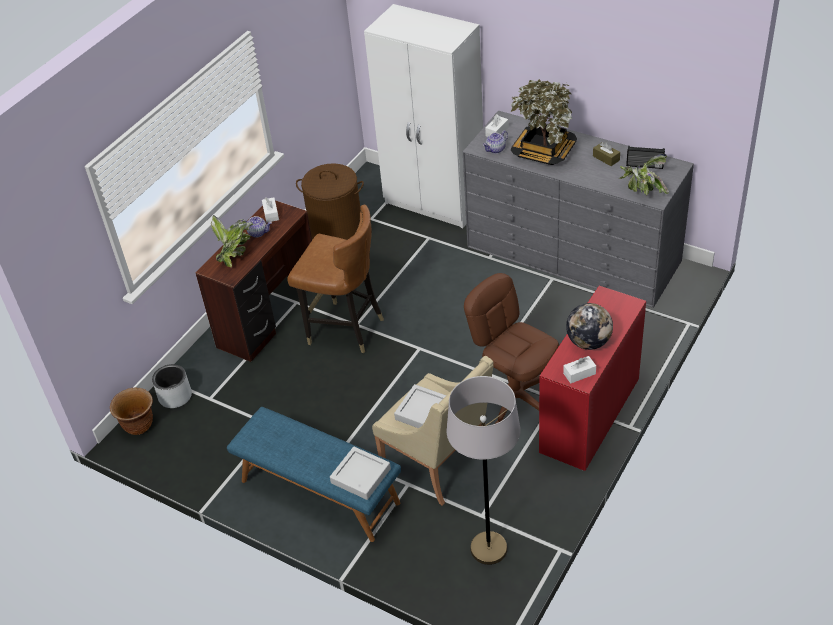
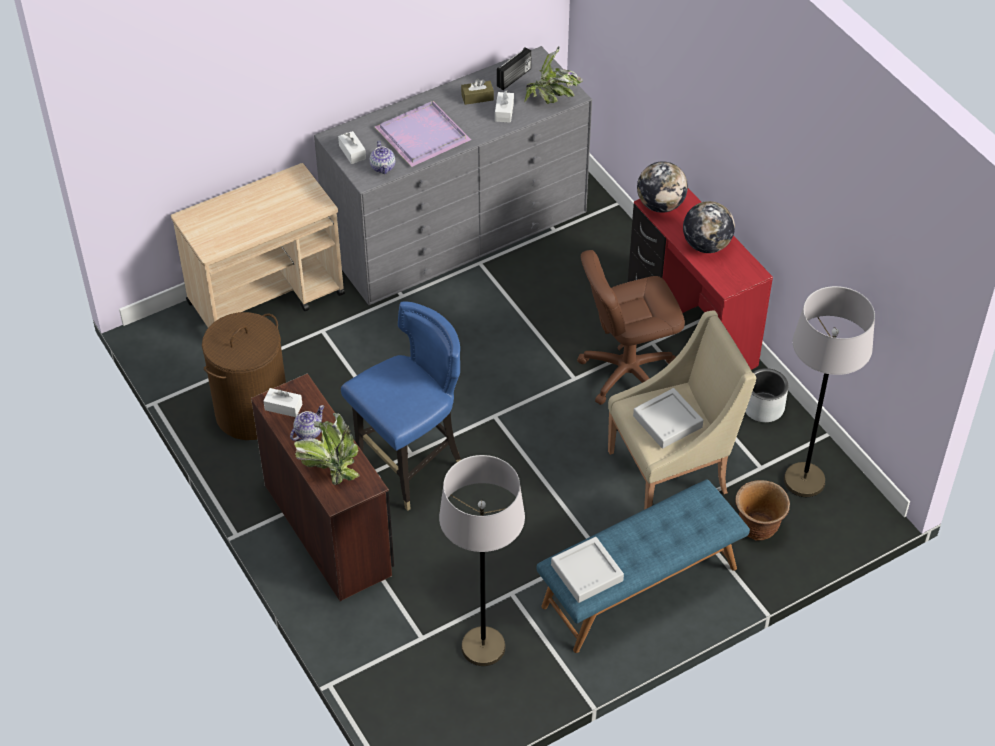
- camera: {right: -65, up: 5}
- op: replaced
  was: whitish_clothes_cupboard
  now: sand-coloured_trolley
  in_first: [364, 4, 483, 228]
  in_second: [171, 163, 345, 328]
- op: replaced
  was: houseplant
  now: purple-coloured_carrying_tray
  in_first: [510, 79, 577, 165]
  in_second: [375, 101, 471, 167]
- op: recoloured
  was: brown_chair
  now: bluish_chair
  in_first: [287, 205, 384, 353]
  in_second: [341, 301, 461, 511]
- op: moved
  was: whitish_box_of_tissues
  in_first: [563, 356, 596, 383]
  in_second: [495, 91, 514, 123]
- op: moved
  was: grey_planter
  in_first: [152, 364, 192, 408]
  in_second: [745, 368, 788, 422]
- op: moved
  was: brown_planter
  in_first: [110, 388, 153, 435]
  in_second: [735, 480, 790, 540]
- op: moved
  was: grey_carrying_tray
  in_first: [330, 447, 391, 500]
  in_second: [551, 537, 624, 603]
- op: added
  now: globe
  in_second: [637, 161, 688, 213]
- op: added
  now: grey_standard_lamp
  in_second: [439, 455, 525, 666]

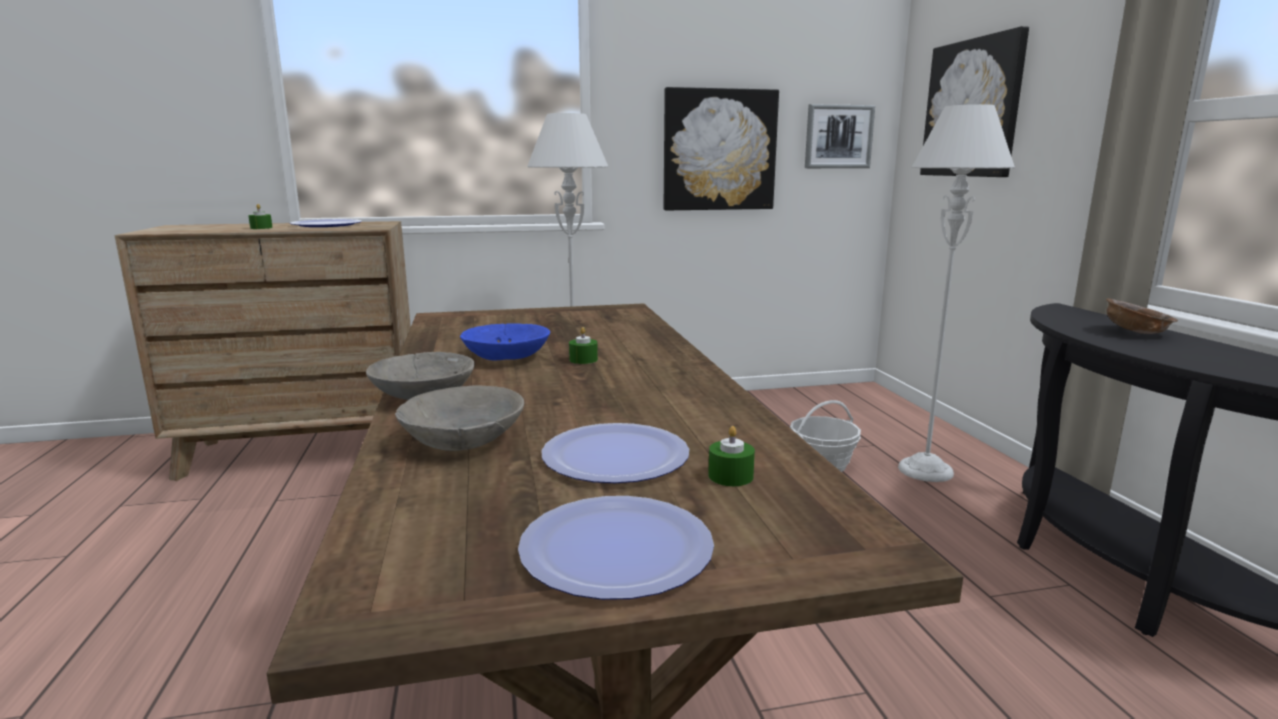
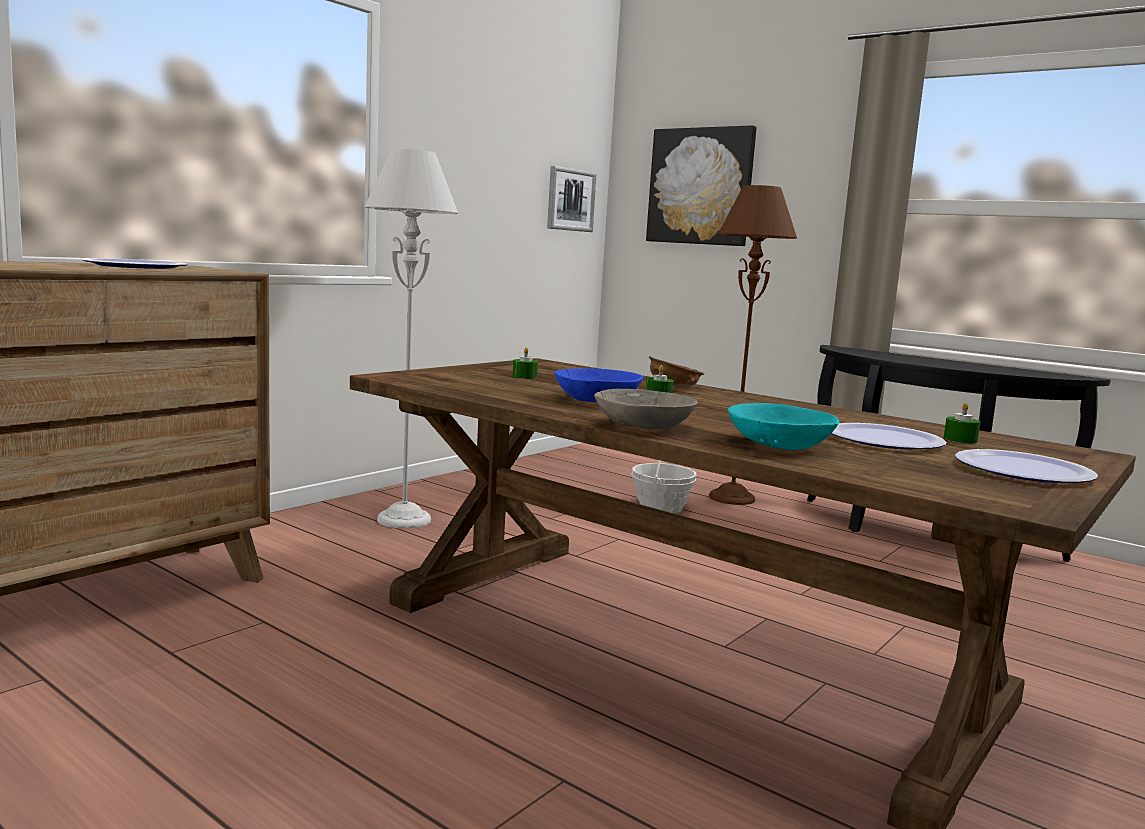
- camera: {right: -40, up: -5}
- op: removed
  was: picture
  in_first: [664, 87, 779, 210]
- op: recoloured
  was: grey_standard_lamp
  now: brown_standard_lamp
  in_first: [898, 104, 1015, 482]
  in_second: [709, 185, 797, 505]
- op: moved
  was: green-coloured_wax_candle
  in_first: [248, 204, 273, 229]
  in_second: [513, 347, 538, 379]
- op: moved
  was: brown_serving_bowl
  in_first: [1106, 298, 1178, 334]
  in_second: [649, 356, 705, 387]
- op: recoloured
  was: grey_serving_bowl
  now: blue-green_serving_bowl
  in_first: [395, 385, 524, 451]
  in_second: [728, 403, 840, 450]

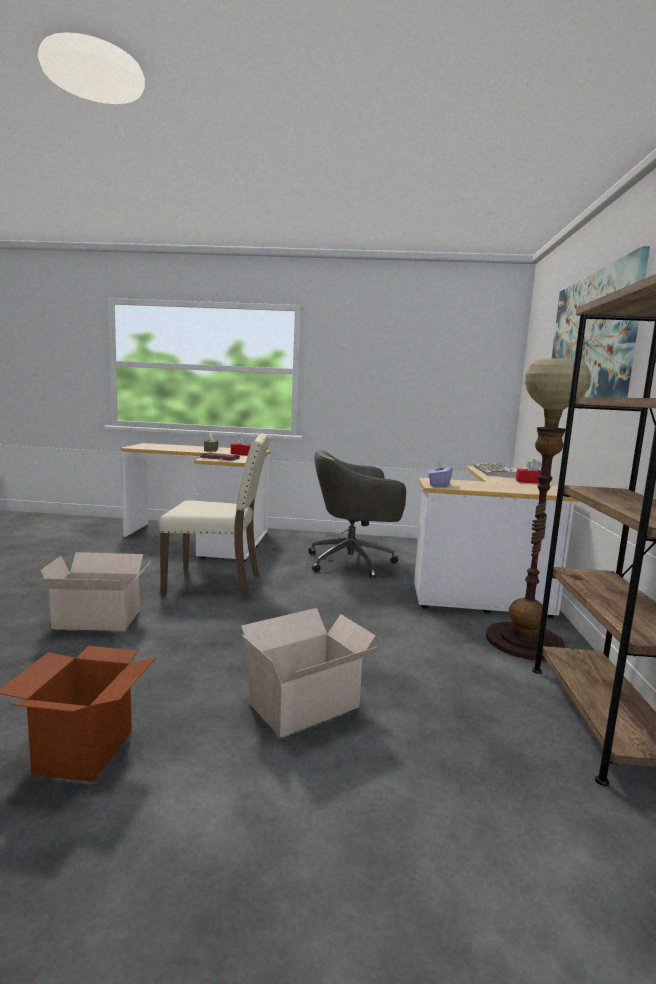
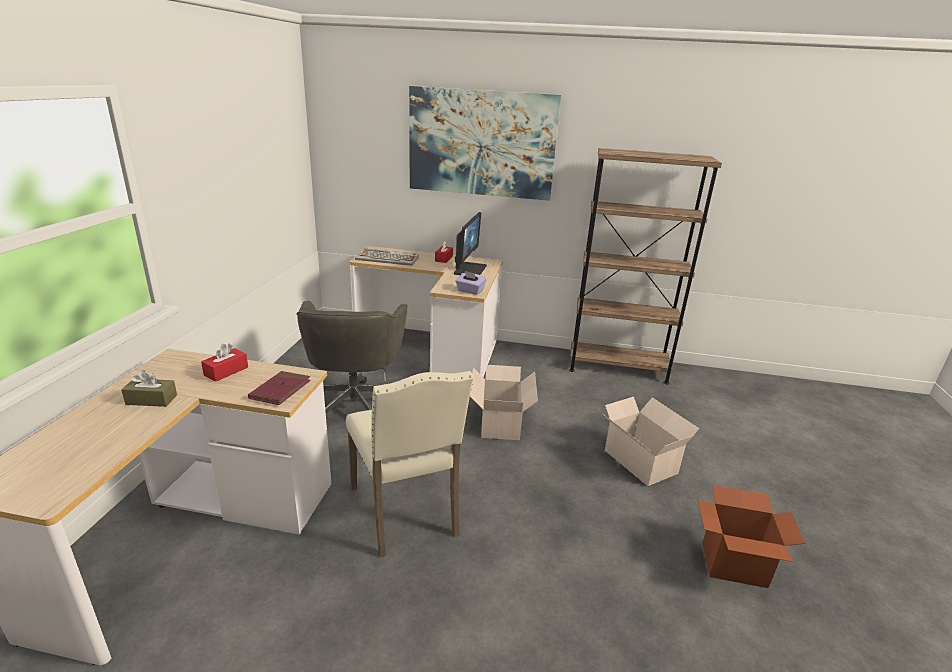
- camera: {right: -85, up: 15}
- op: removed
  was: standard_lamp
  in_first: [486, 358, 591, 661]
- op: turned
  was: sand-coloured_chair
  in_first: [158, 433, 271, 597]
  in_second: [346, 371, 474, 557]
  clockwise: 150
- op: moved
  was: packing_box
  in_first: [40, 552, 151, 631]
  in_second: [470, 365, 538, 440]
- op: added
  now: computer_display
  in_second: [454, 212, 487, 275]

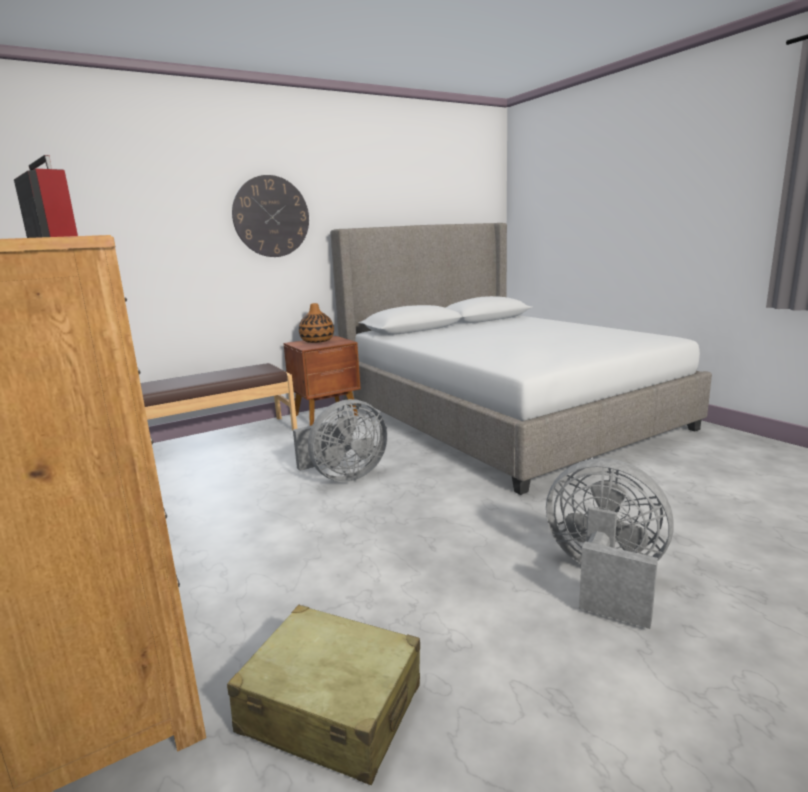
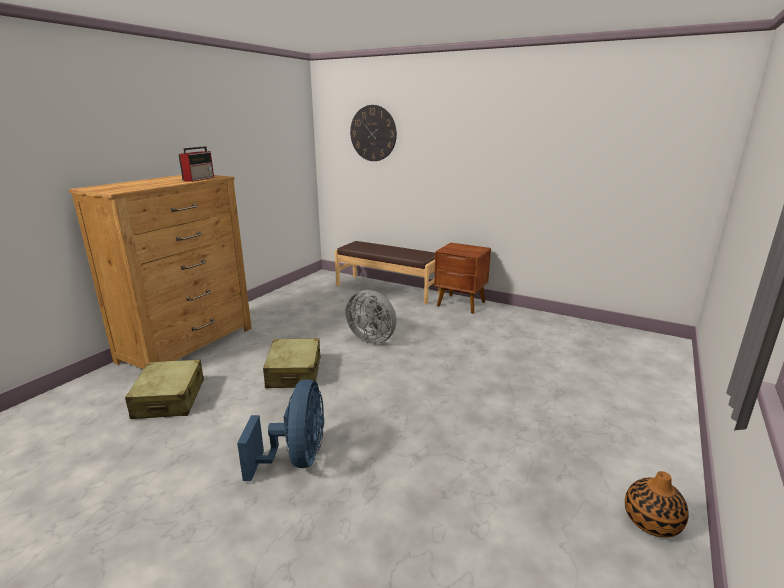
- camera: {right: 60, up: 5}
- op: moved
  was: hanging_clock
  in_first: [232, 175, 309, 257]
  in_second: [350, 105, 397, 161]
- op: removed
  was: sleeping_bed
  in_first: [330, 223, 712, 495]
- op: moved
  was: vase
  in_first: [299, 303, 334, 343]
  in_second: [625, 471, 689, 538]
- op: recoloured
  was: grey_fan
  now: bluish_fan
  in_first: [546, 458, 674, 629]
  in_second: [237, 379, 324, 481]
- op: added
  now: sand-coloured_suitcase
  in_second: [263, 338, 320, 388]

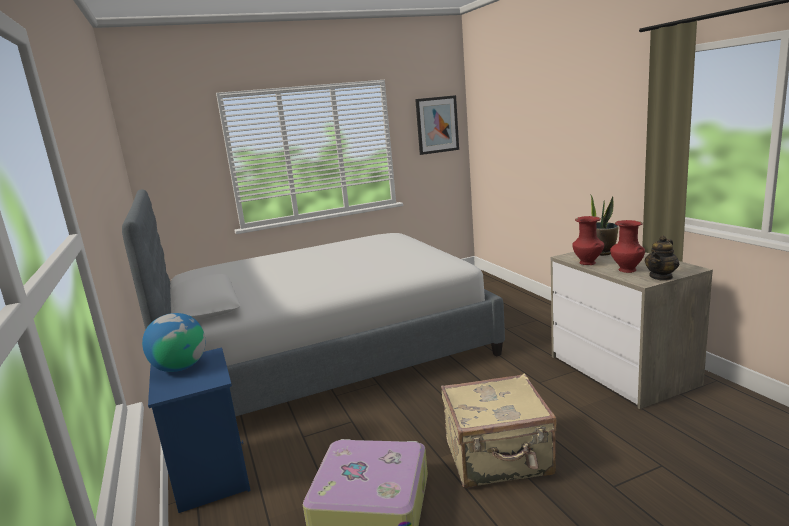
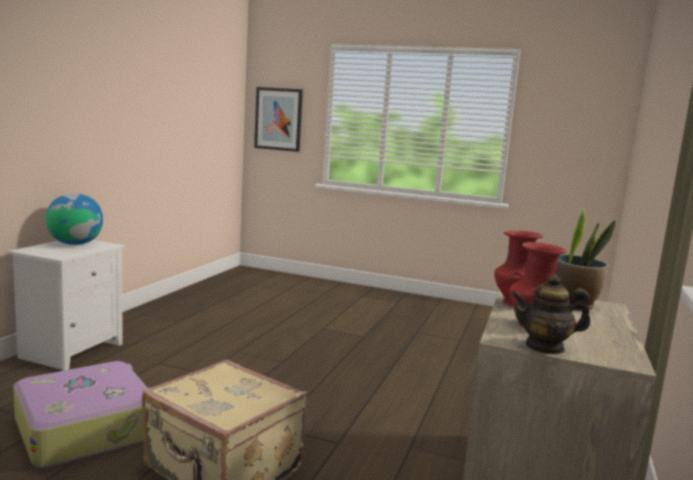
- camera: {right: 40, up: -5}
- op: moved
  was: picture
  in_first: [415, 95, 459, 155]
  in_second: [254, 87, 303, 152]
- op: removed
  was: sleeping_bed
  in_first: [122, 189, 505, 416]
- op: recoloured
  was: bluish_night_table
  now: whitish_night_table
  in_first: [148, 347, 251, 513]
  in_second: [8, 240, 125, 371]

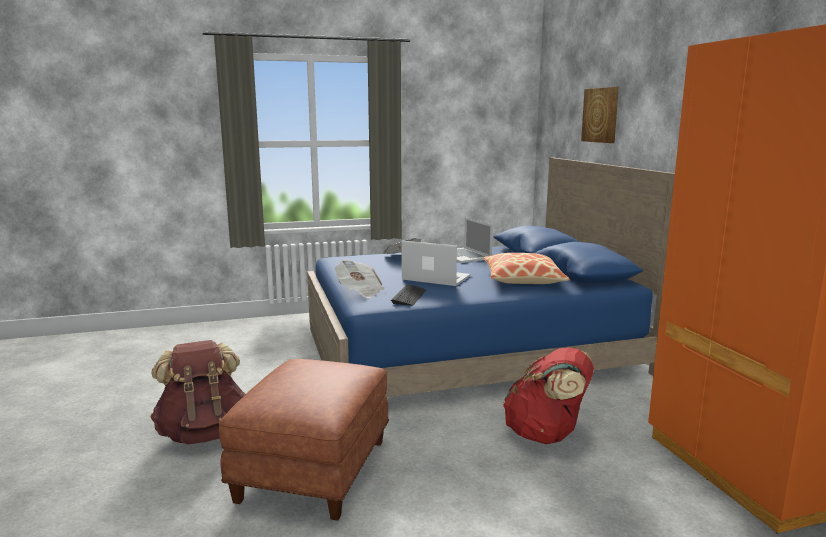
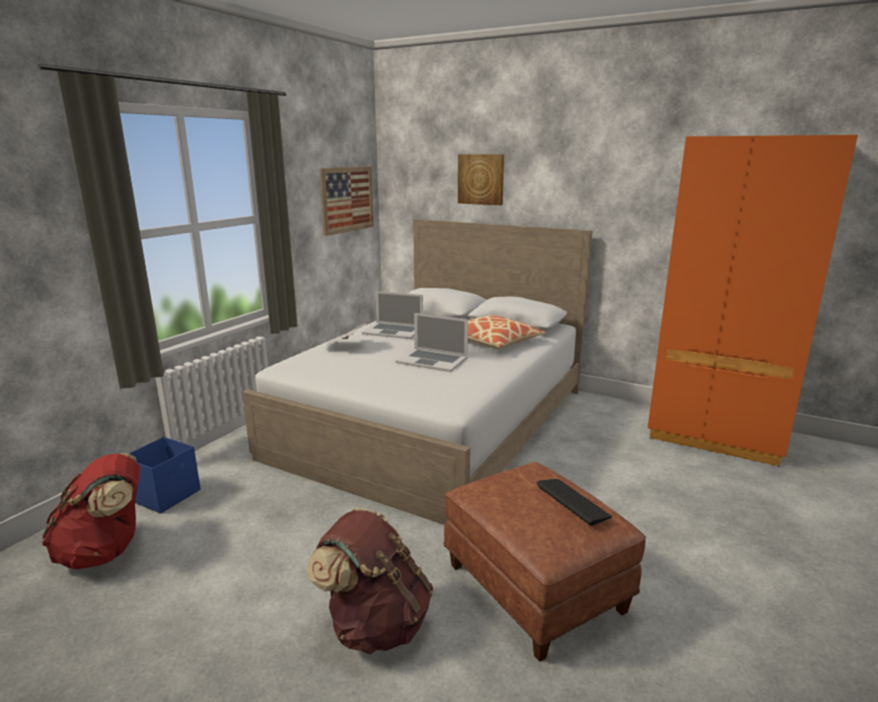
- camera: {right: -45, up: 5}
- op: recoloured
  was: bluish_sleeping_bed
  now: whitish_sleeping_bed
  in_first: [307, 158, 675, 397]
  in_second: [242, 219, 592, 525]
- op: turned
  was: notebook_computer
  in_first: [401, 240, 470, 286]
  in_second: [395, 313, 468, 372]
  clockwise: -135
- op: removed
  was: printed_paper
  in_first: [335, 260, 385, 298]
- op: moved
  was: computer_keyboard
  in_first: [391, 284, 426, 306]
  in_second: [536, 479, 612, 526]
- op: moved
  was: red-coloured_rucksack
  in_first: [503, 347, 594, 444]
  in_second: [42, 453, 140, 569]
- op: added
  now: picture
  in_second: [319, 166, 374, 236]
- op: added
  now: bluish_storage_box
  in_second: [129, 437, 200, 514]

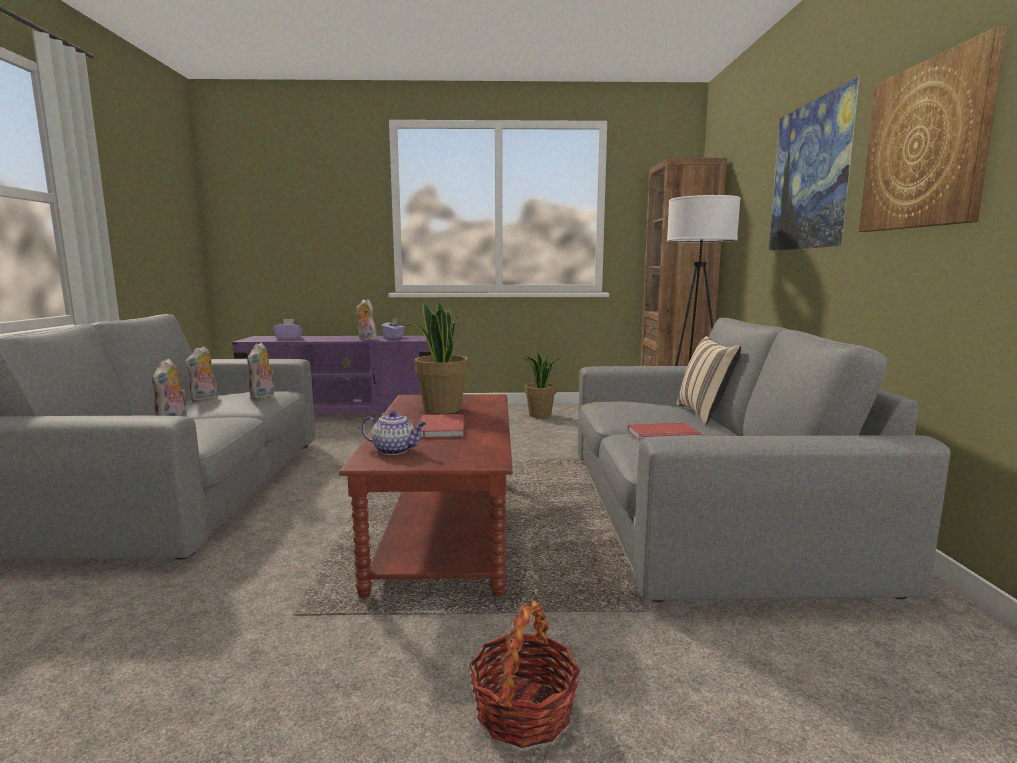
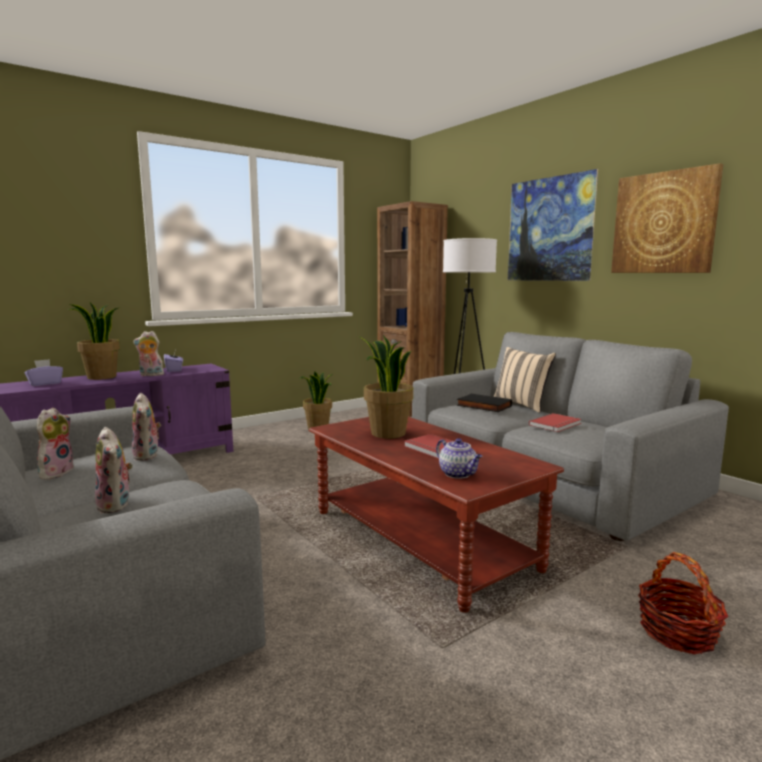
- camera: {right: -35, up: 0}
- op: turned
  was: plush_toy
  in_first: [185, 346, 218, 402]
  in_second: [37, 408, 74, 480]
  clockwise: -150
- op: turned
  was: teapot
  in_first: [361, 411, 426, 455]
  in_second: [436, 438, 482, 479]
  clockwise: 75
- op: added
  now: houseplant
  in_second: [68, 303, 121, 380]
- op: added
  now: black-coloured_bound_book
  in_second: [456, 393, 512, 412]

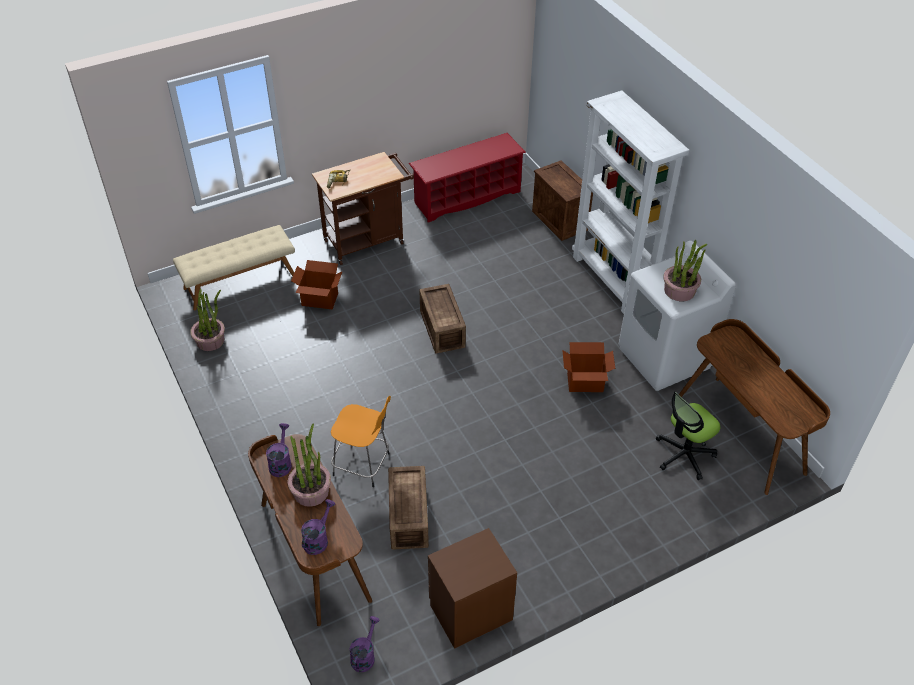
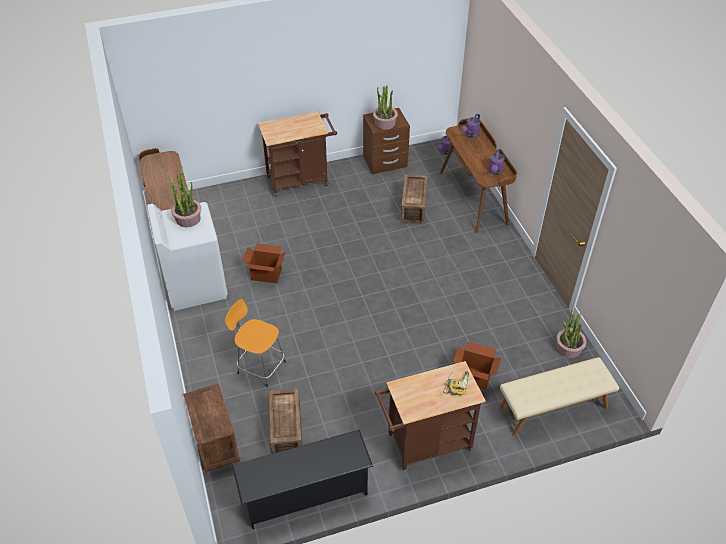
- camera: {right: -170, up: 0}
- op: removed
  was: whitish_shelving_unit
  in_first: [572, 91, 689, 314]
- op: recoloured
  was: red-coloured_shoe_shelf
  now: black-coloured_shoe_shelf
  in_first: [409, 133, 526, 223]
  in_second: [232, 430, 373, 529]
- op: moved
  was: crate
  in_first: [419, 284, 466, 353]
  in_second: [268, 389, 302, 454]
- op: removed
  was: computer_chair
  in_first: [656, 392, 720, 480]
- op: moved
  was: orangey_stool
  in_first: [331, 396, 391, 487]
  in_second: [225, 299, 286, 387]
- op: moved
  was: houseplant
  in_first: [287, 424, 331, 507]
  in_second: [373, 85, 398, 130]
- op: added
  now: brown_trolley
  in_second: [258, 112, 337, 197]

